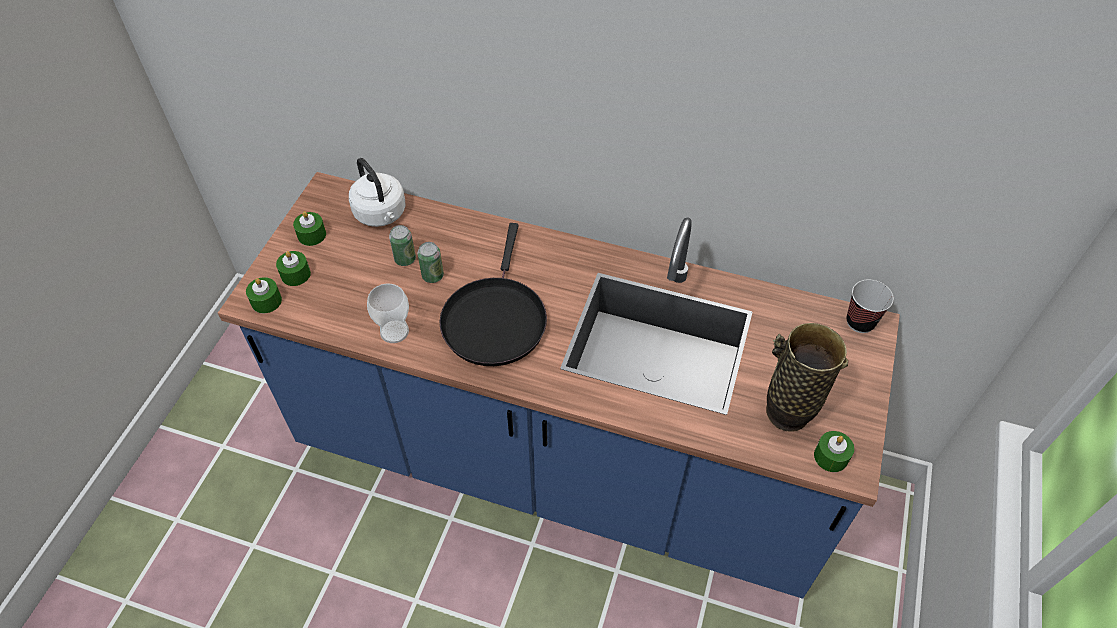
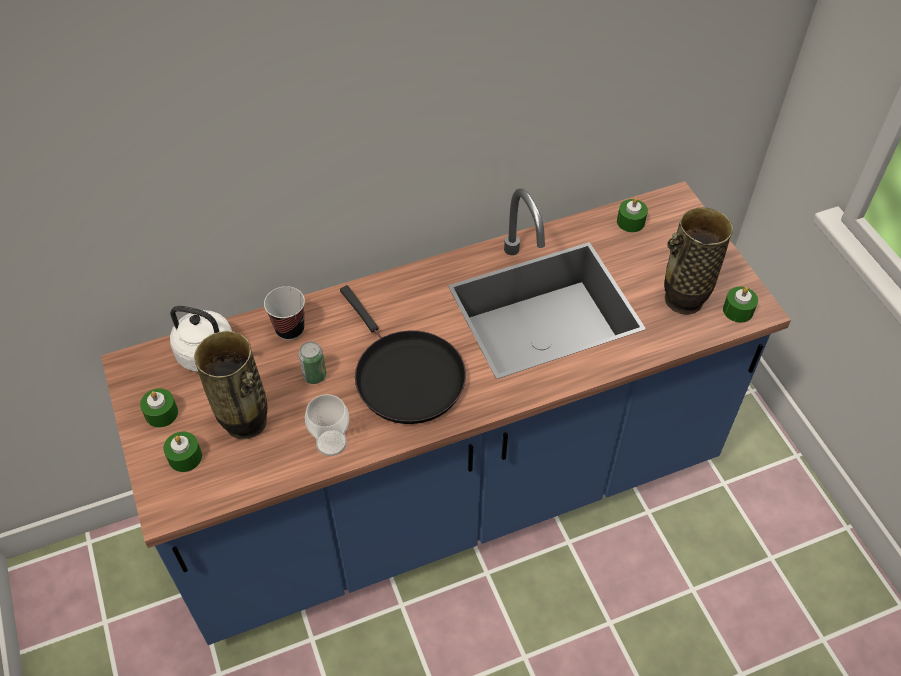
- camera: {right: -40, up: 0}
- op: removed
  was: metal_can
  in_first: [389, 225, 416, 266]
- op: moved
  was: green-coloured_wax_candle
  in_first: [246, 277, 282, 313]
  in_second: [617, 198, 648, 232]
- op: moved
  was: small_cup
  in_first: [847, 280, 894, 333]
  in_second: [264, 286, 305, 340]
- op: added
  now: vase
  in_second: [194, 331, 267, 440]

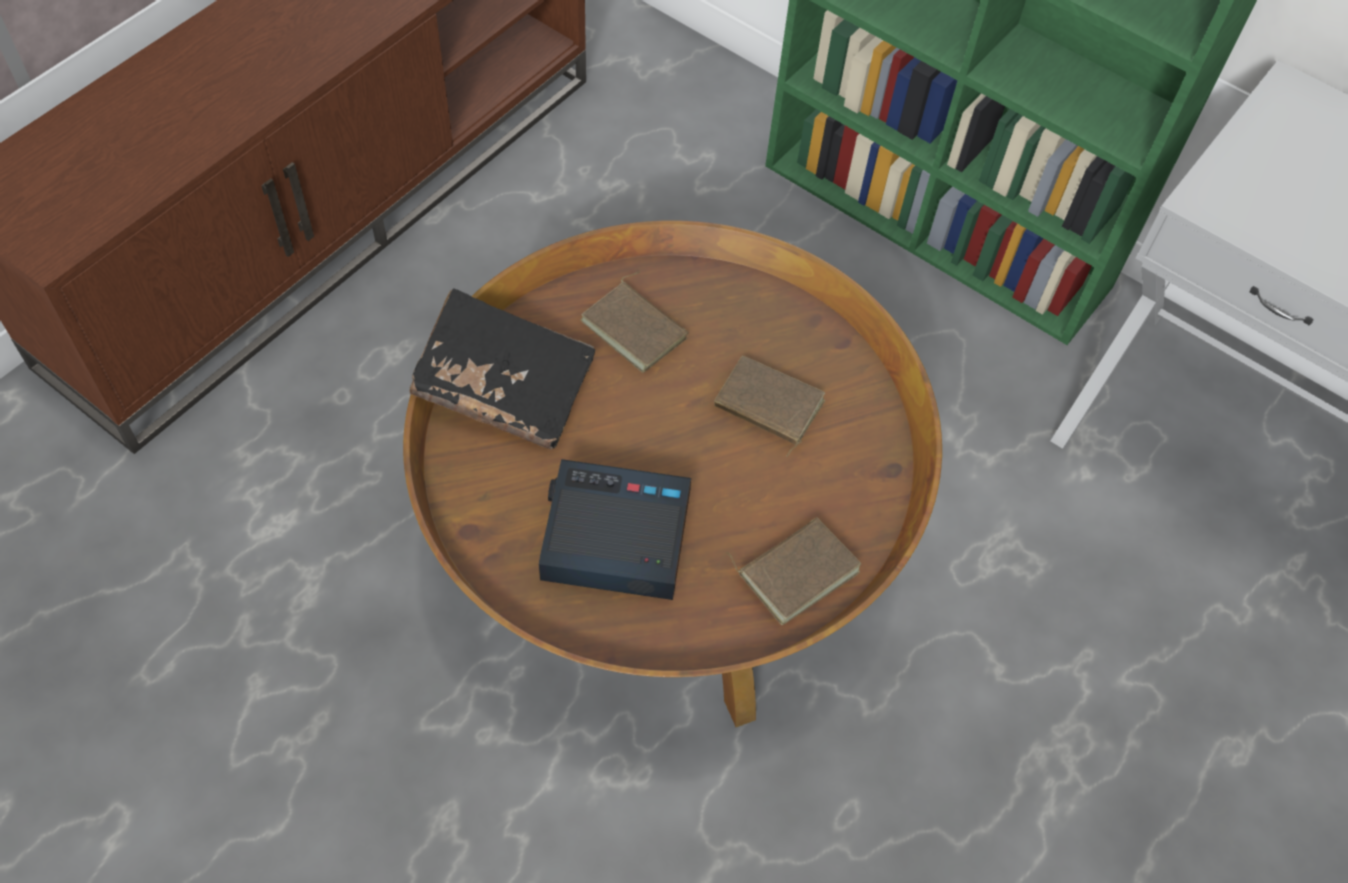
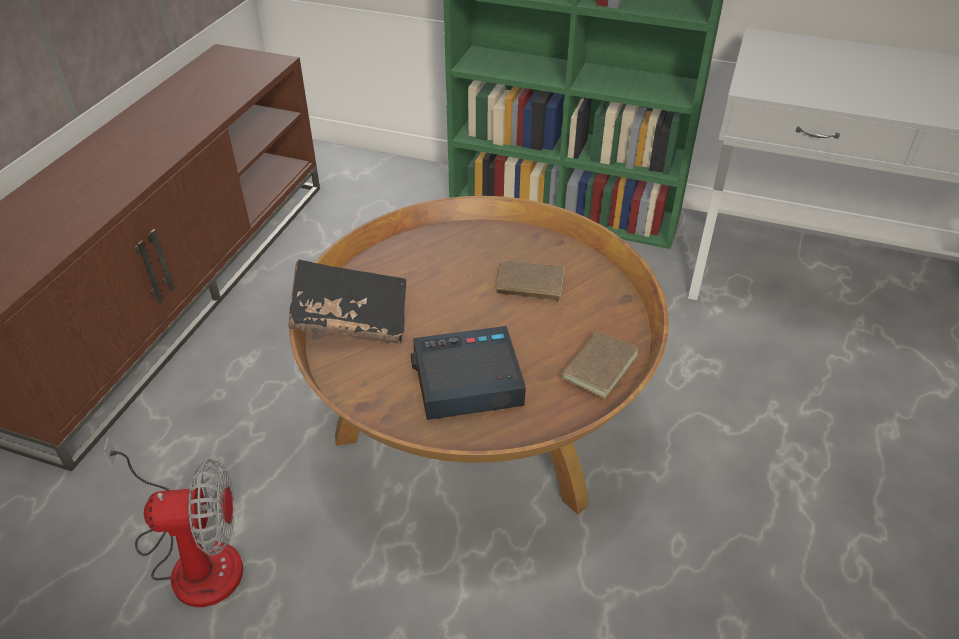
- camera: {right: -15, up: -15}
- op: removed
  was: brown_bound_book
  in_first: [581, 272, 689, 373]
- op: added
  now: fan
  in_second: [104, 437, 243, 607]

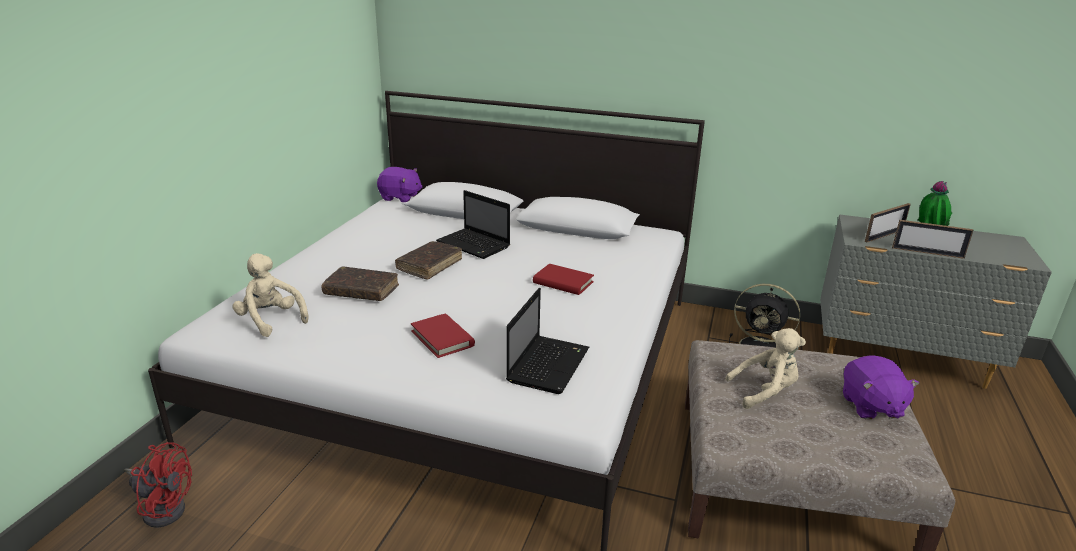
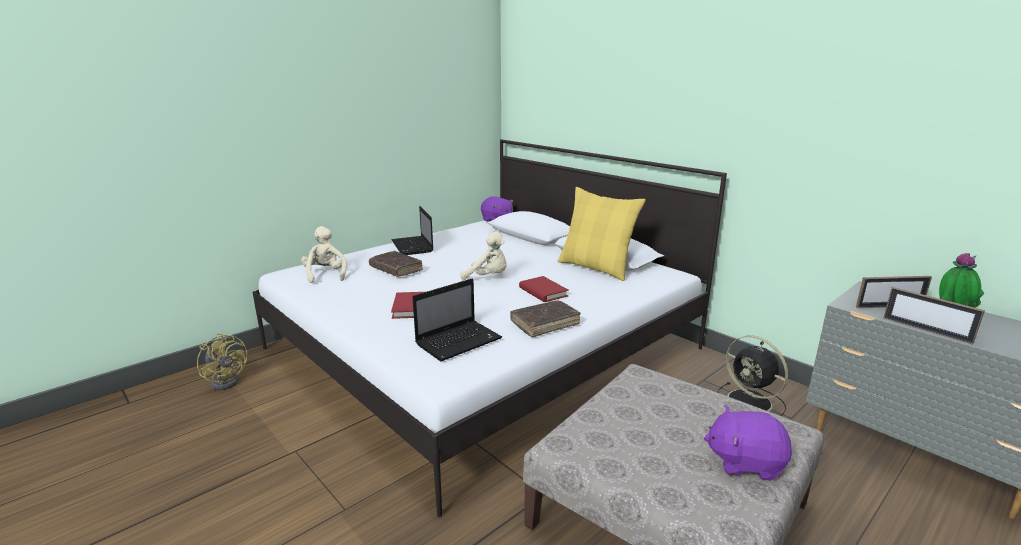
- camera: {right: 30, up: -5}
- op: moved
  was: notebook_computer
  in_first: [436, 190, 510, 259]
  in_second: [391, 206, 433, 255]
- op: moved
  was: brown_bound_book
  in_first: [395, 241, 462, 279]
  in_second: [510, 300, 581, 337]
- op: moved
  was: sand-coloured_plush_toy
  in_first: [725, 328, 806, 409]
  in_second: [461, 232, 507, 280]
- op: turned
  was: purple-coloured_plush_toy
  in_first: [843, 355, 920, 419]
  in_second: [704, 405, 792, 481]
  clockwise: 75
- op: recoloured
  was: red-coloured_fan
  now: yellow_fan
  in_first: [125, 442, 192, 528]
  in_second: [197, 334, 247, 390]
- op: added
  now: yellow_throw_pillow
  in_second: [558, 187, 646, 281]

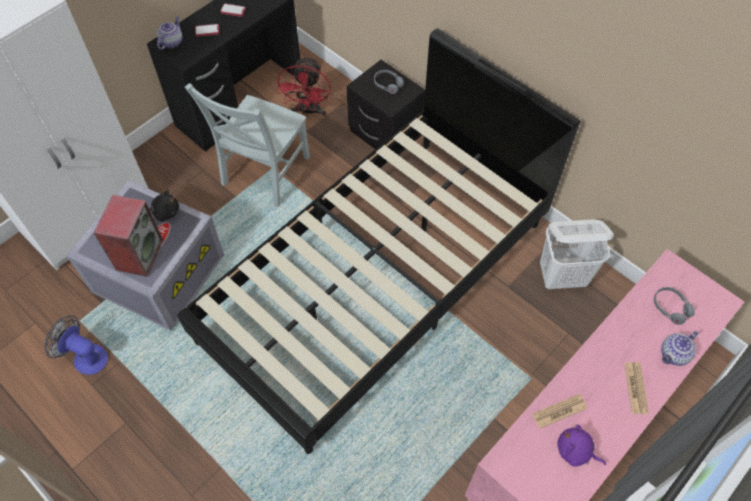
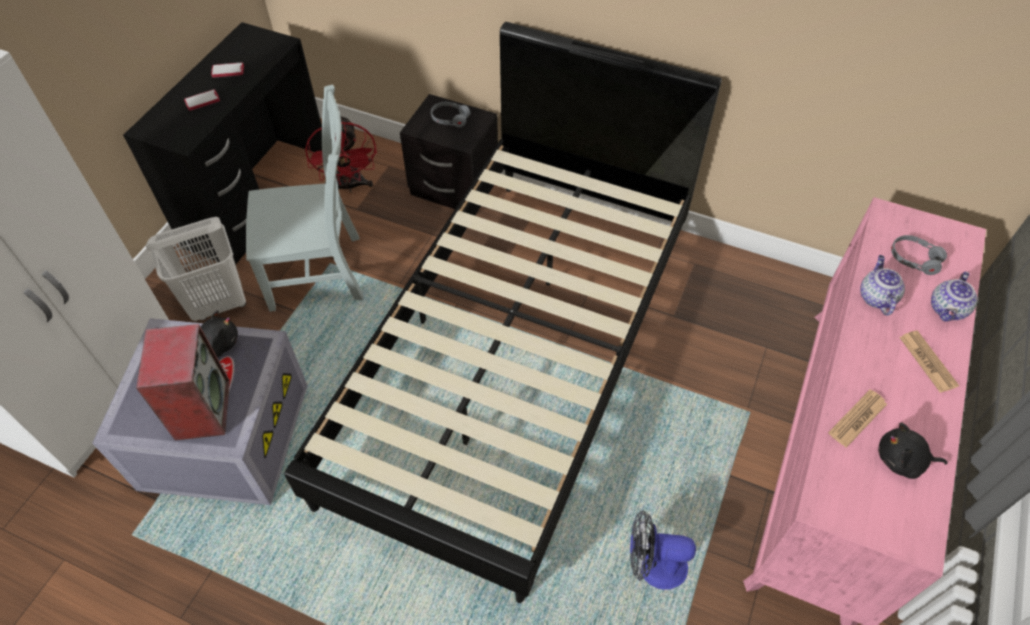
- camera: {right: -20, up: -5}
- op: moved
  was: teapot
  in_first: [157, 16, 182, 50]
  in_second: [860, 255, 905, 316]
- op: turned
  was: grey_chair
  in_first: [185, 83, 310, 207]
  in_second: [246, 84, 364, 312]
  clockwise: -105
- op: moved
  was: whitish_hamper
  in_first: [540, 219, 614, 289]
  in_second: [146, 217, 246, 321]
- op: moved
  was: fan
  in_first: [45, 315, 108, 375]
  in_second: [630, 510, 696, 590]
- op: recoloured
  was: purple-coloured_plush_toy
  now: black-coloured_plush_toy
  in_first: [557, 425, 606, 467]
  in_second: [878, 423, 948, 479]

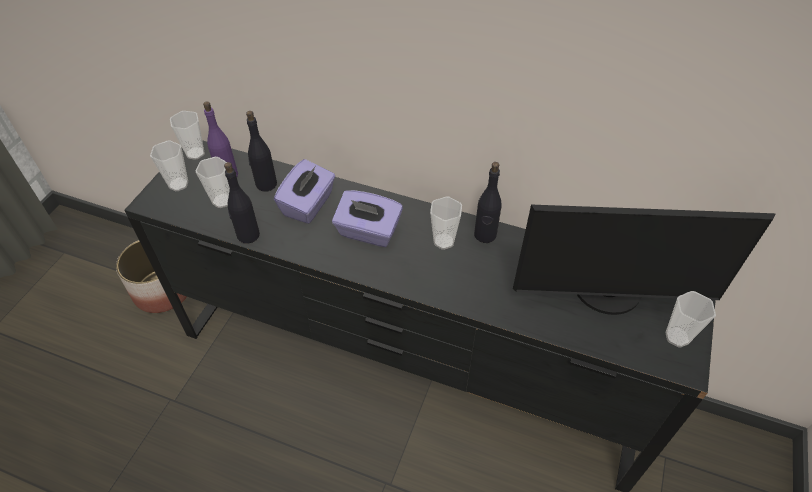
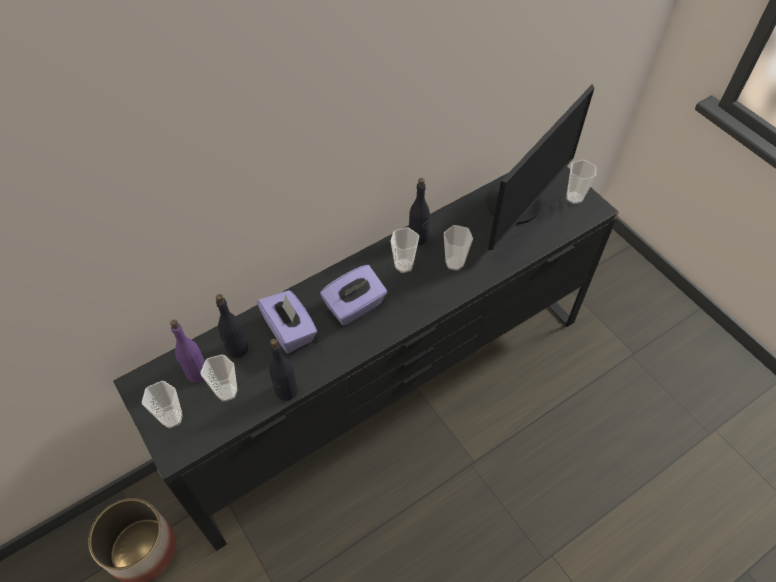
- camera: {right: -55, up: 5}
- op: moved
  was: small_cup
  in_first: [170, 111, 205, 160]
  in_second: [444, 225, 473, 271]

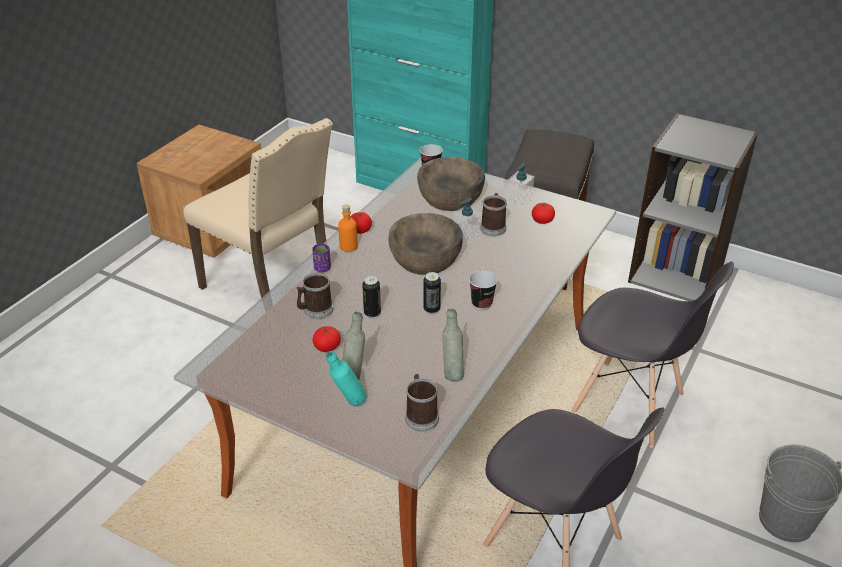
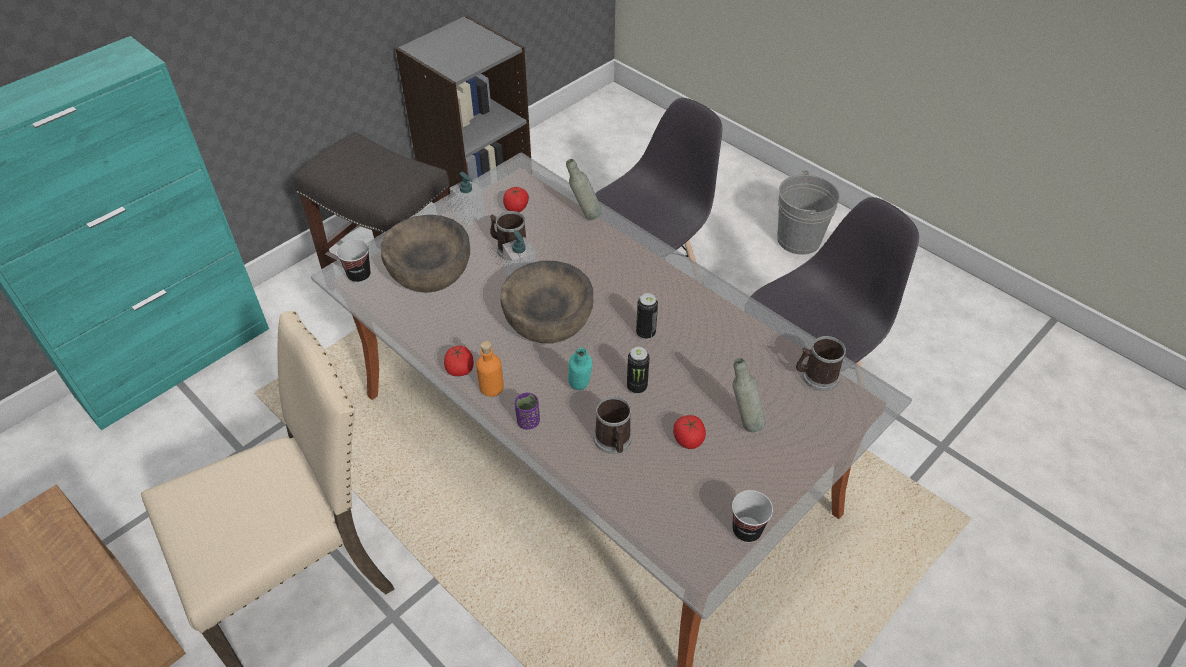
- camera: {right: -75, up: 10}
- op: moved
  was: small_cup
  in_first: [469, 271, 498, 310]
  in_second: [732, 490, 773, 543]
- op: moved
  was: grey_bottle
  in_first: [442, 309, 464, 381]
  in_second: [566, 159, 602, 220]
- op: moved
  was: blue-green_bottle
  in_first: [326, 351, 366, 406]
  in_second: [568, 347, 592, 390]

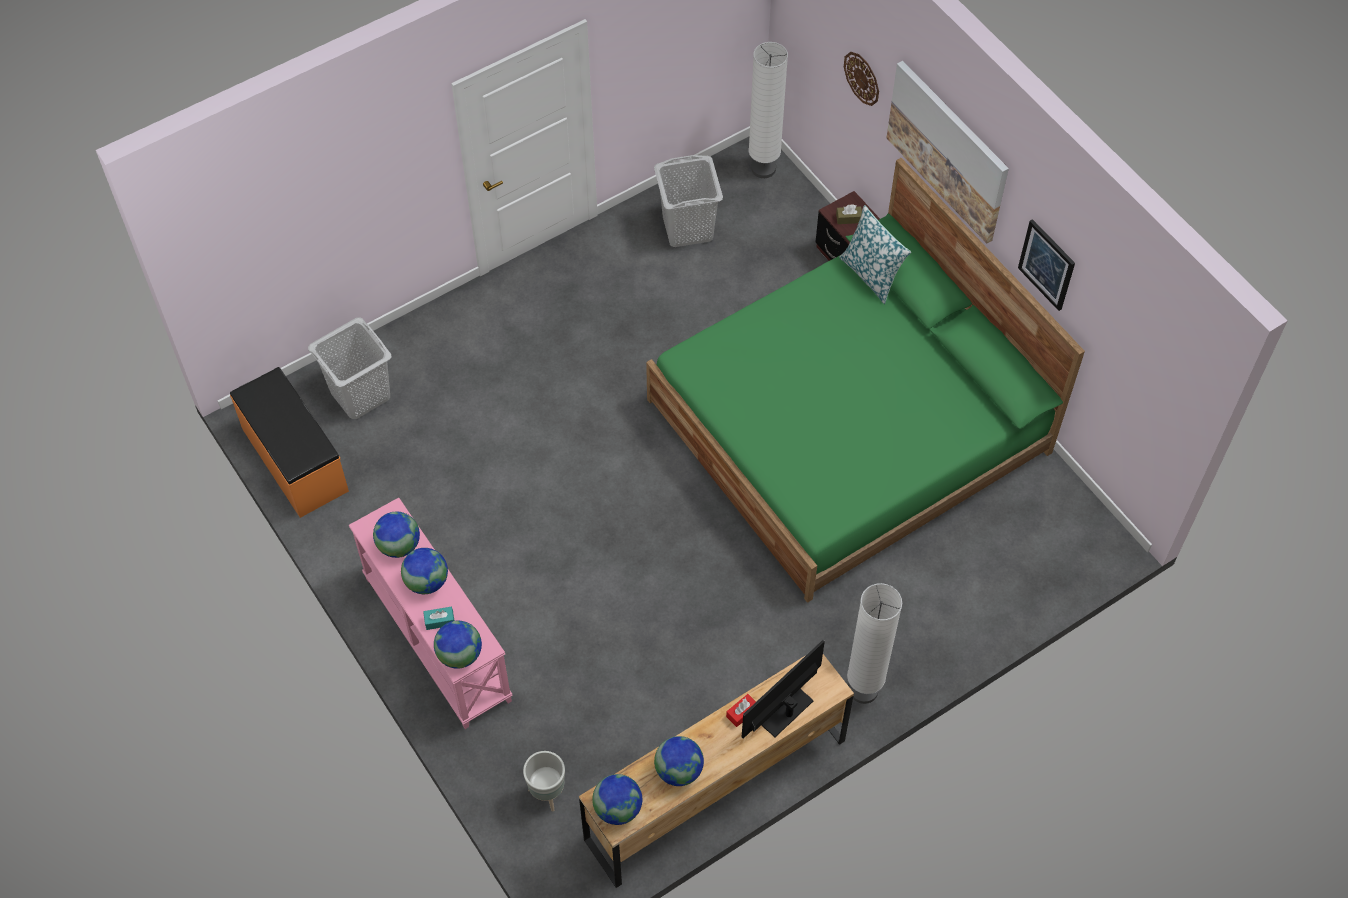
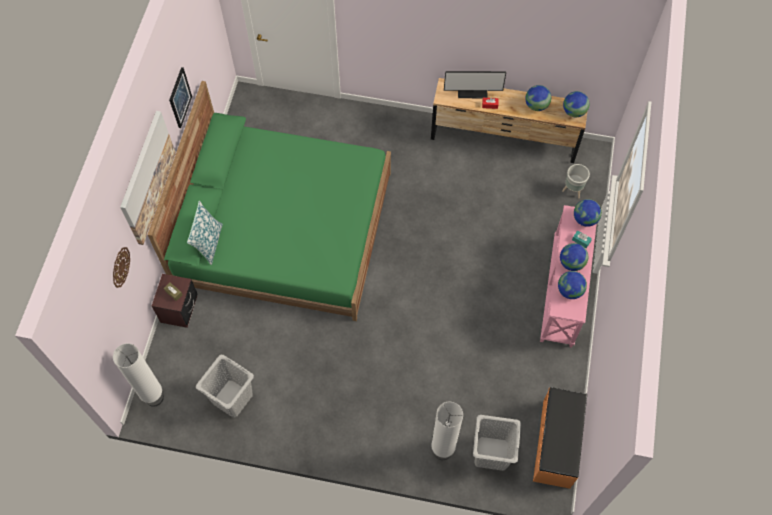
- camera: {right: -135, up: 5}
- op: moved
  was: whitish_standard_lamp
  in_first: [847, 583, 902, 704]
  in_second: [431, 402, 463, 460]

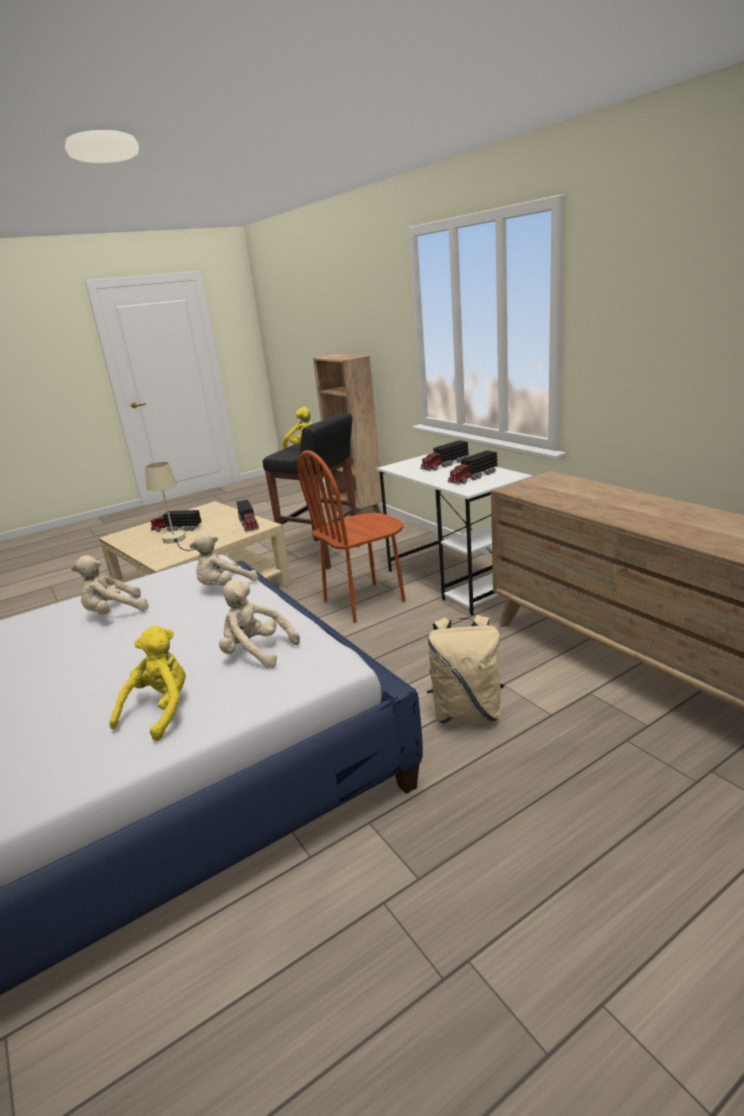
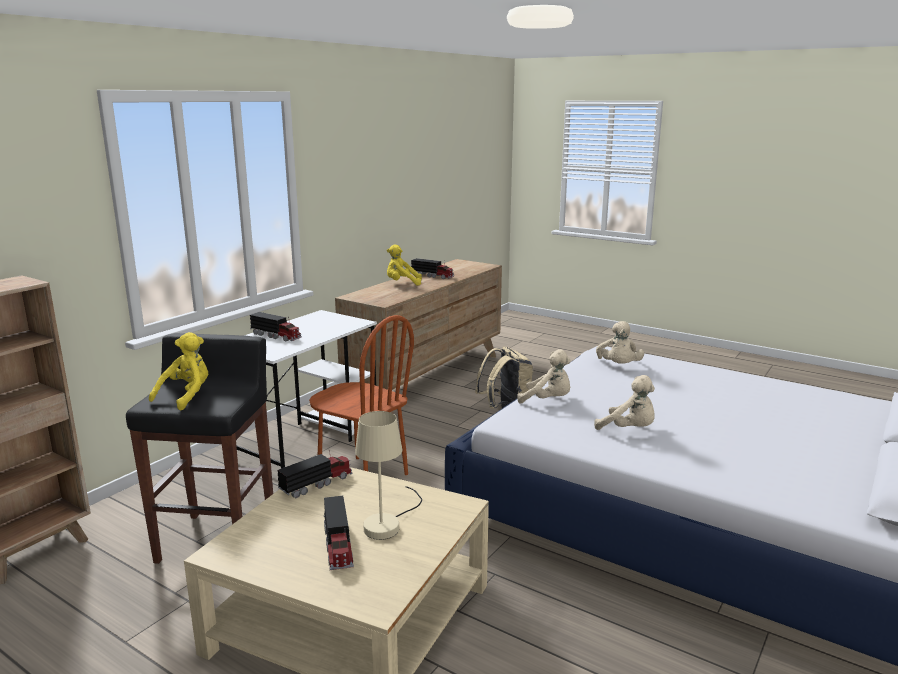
- camera: {right: -115, up: -5}
- op: moved
  was: toy_truck
  in_first: [448, 450, 498, 485]
  in_second: [411, 258, 454, 279]
- op: moved
  was: yellow_plush_toy
  in_first: [110, 626, 186, 741]
  in_second: [387, 244, 422, 286]

